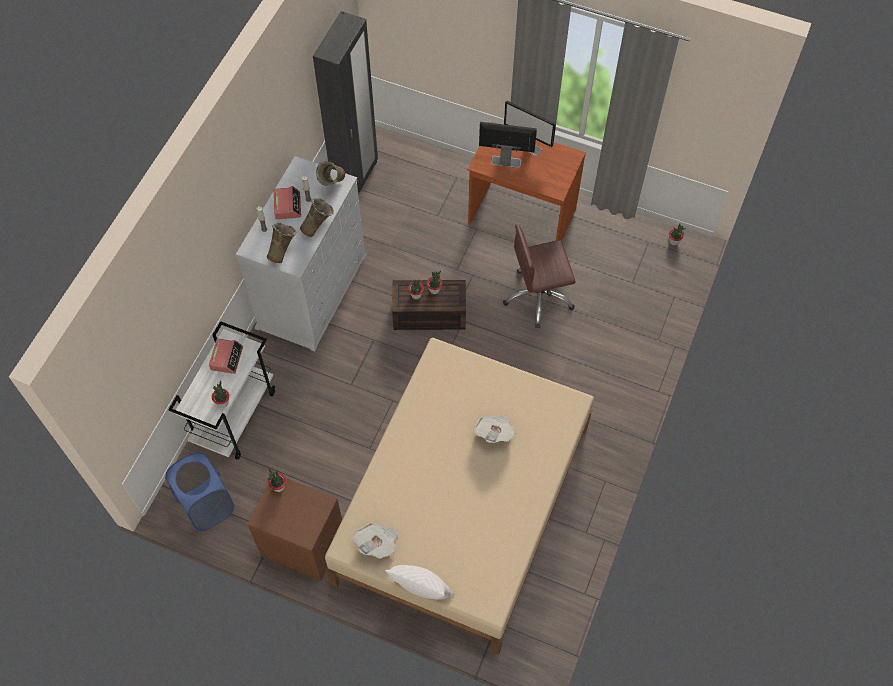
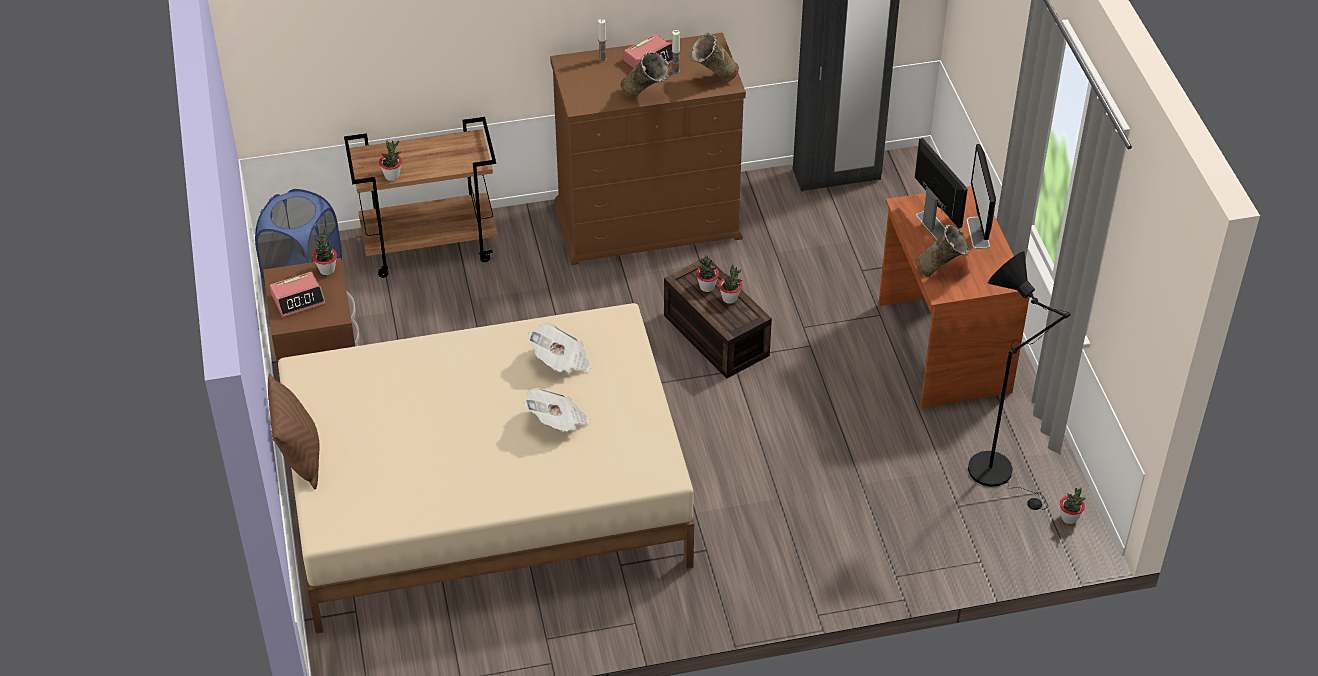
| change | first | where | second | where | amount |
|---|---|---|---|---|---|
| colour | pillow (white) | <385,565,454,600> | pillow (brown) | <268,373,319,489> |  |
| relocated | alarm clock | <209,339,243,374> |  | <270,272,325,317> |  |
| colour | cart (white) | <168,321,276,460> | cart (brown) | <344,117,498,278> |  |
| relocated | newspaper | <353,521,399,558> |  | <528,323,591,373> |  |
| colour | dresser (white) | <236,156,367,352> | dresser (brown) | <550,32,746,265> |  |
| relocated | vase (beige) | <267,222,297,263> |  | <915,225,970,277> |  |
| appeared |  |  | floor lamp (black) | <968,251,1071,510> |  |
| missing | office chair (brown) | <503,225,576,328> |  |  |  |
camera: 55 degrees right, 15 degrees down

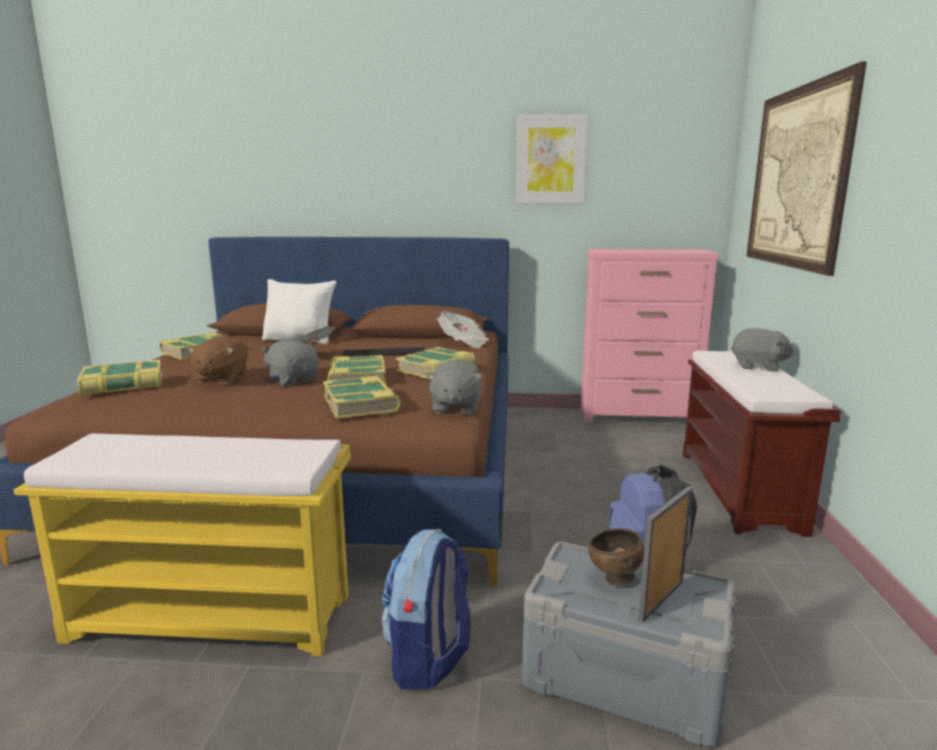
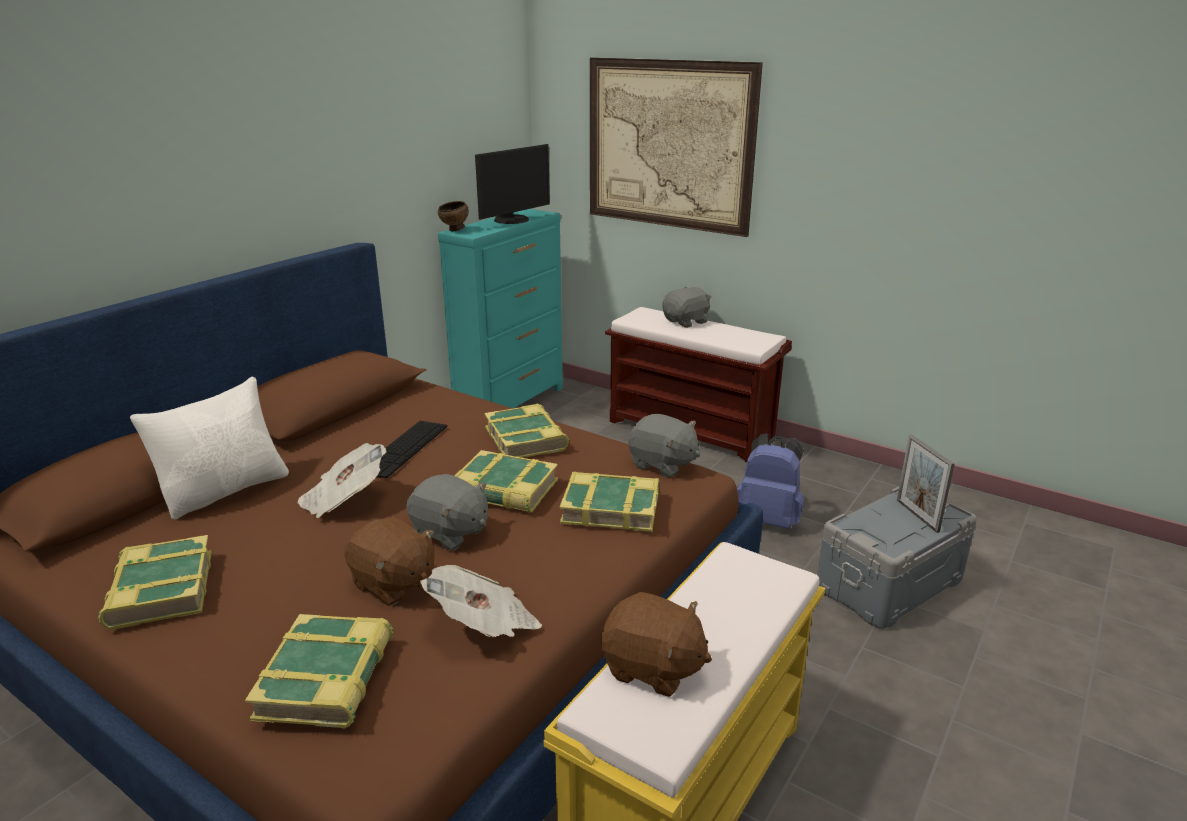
| change | first | where | second | where | amount |
|---|---|---|---|---|---|
| spun | plush toy (grey) | <261,340,319,386> |  | <406,474,488,551> | 135 degrees counterclockwise |
| relocated | newspaper | <437,311,489,348> |  | <420,565,542,637> |  |
| relocated | bowl (brown) | <588,528,645,585> |  | <438,201,469,231> |  |
| colour | dresser (pink) | <581,249,719,423> | dresser (turquoise) | <438,209,563,408> |  |
| appeared |  |  | monitor | <475,144,550,224> |  |
| appeared |  |  | plush toy (brown) | <601,592,712,697> |  |
| missing | backpack | <381,529,471,690> |  |  |  |
| missing | picture | <516,114,588,204> |  |  |  |
camera: 60 degrees left, 10 degrees up

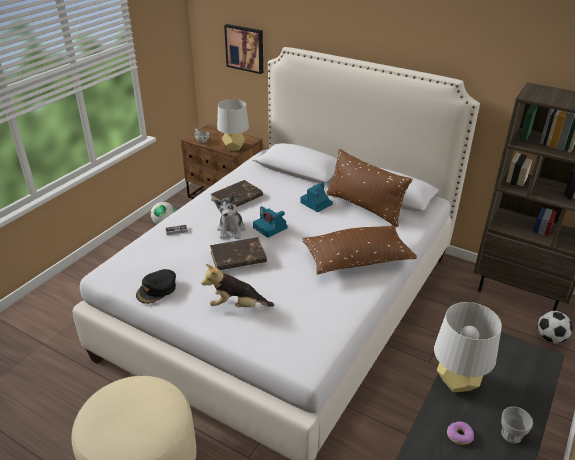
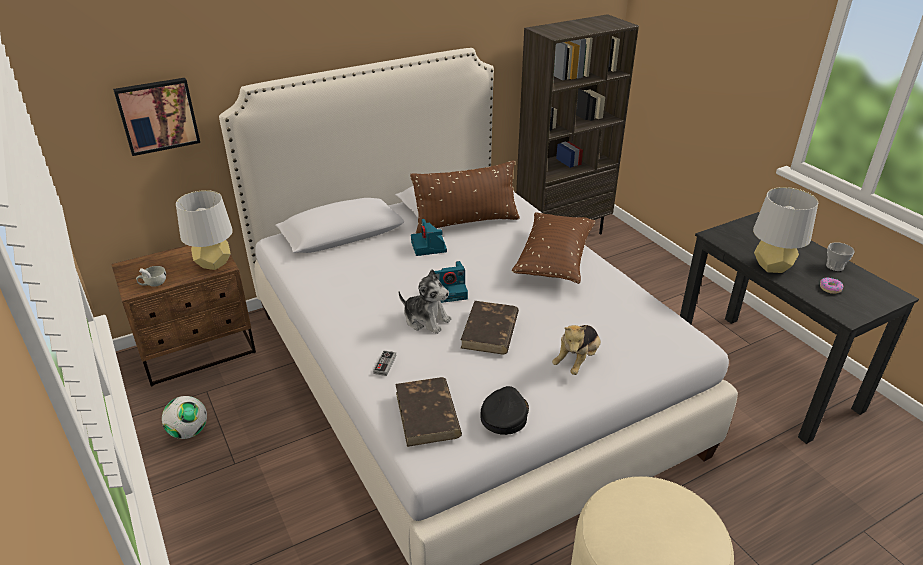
| change | first | where | second | where | amount |
|---|---|---|---|---|---|
| relocated | book (brown) | <211,180,263,207> |  | <395,377,462,447> |  |
| spun | cap (black) | <136,269,176,304> |  | <481,386,529,435> | 135 degrees counterclockwise |
| missing | football | <537,311,573,343> |  |  |  |
camera: 60 degrees left, 0 degrees up

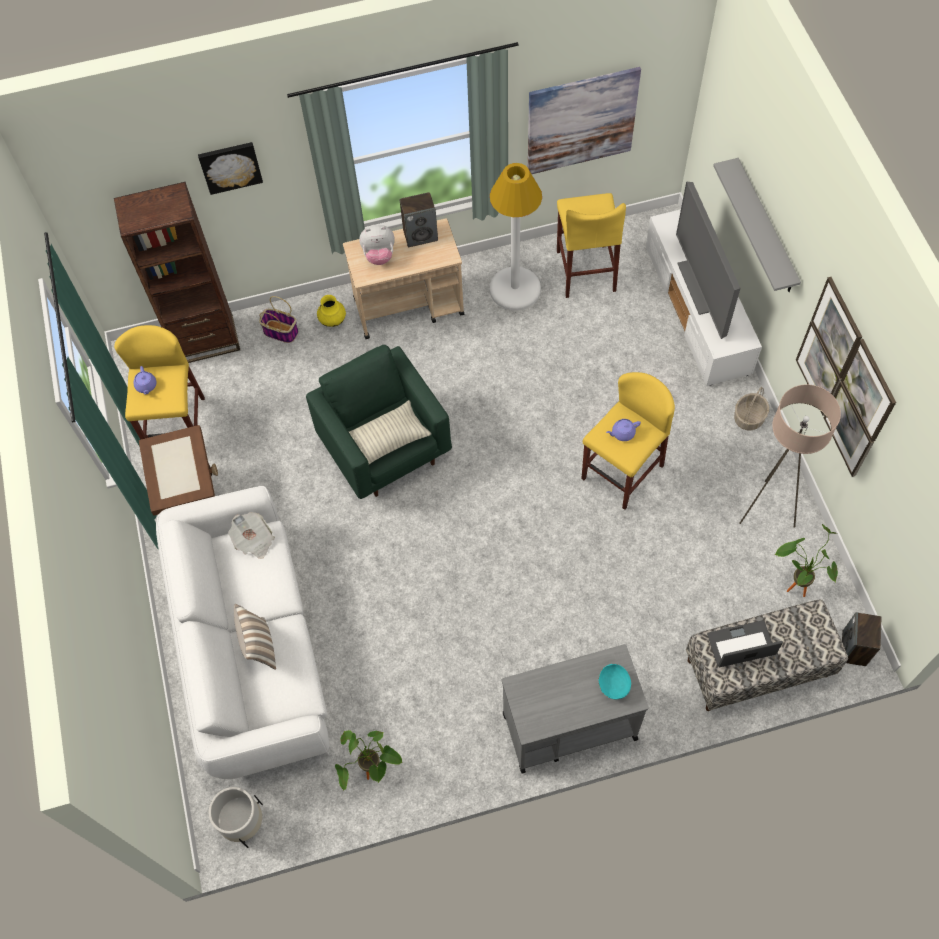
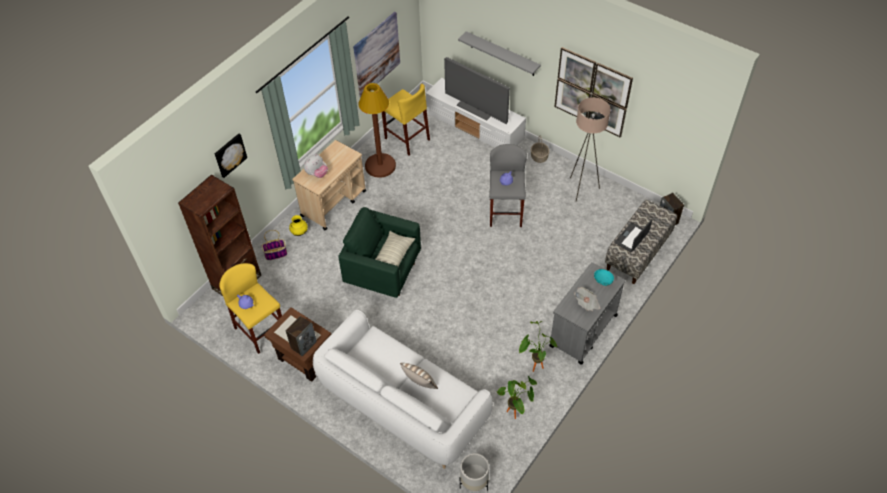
| change | first | where | second | where | amount |
|---|---|---|---|---|---|
| relocated | speaker | <400,192,438,247> |  | <286,316,317,356> |  |
| colour | floor lamp (white) | <490,163,542,311> | floor lamp (brown) | <358,83,396,178> |  |
| colour | stool (yellow) | <581,372,675,510> | stool (grey) | <489,144,527,227> |  |
| relocated | potted plant | <775,524,838,597> |  | <519,321,557,372> |  |
| relocated | newspaper | <228,512,275,559> |  | <574,287,601,311> |  |
camera: 40 degrees left, 10 degrees down

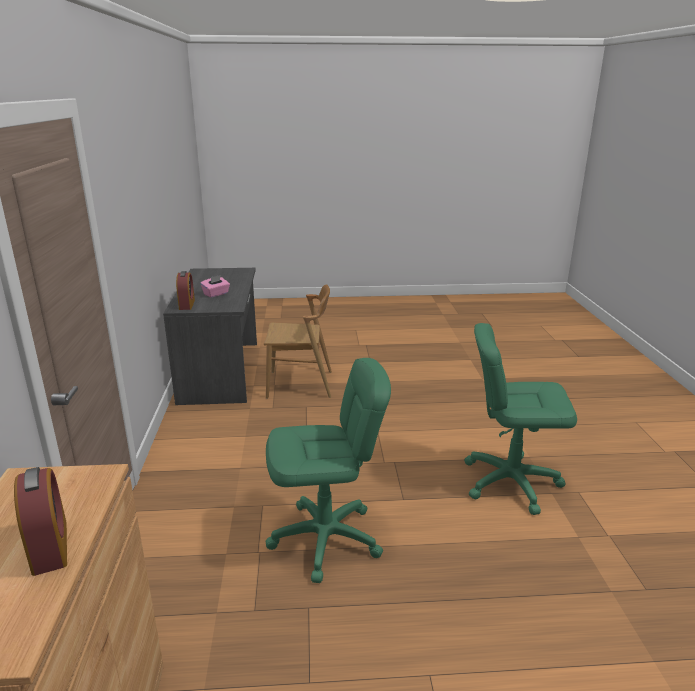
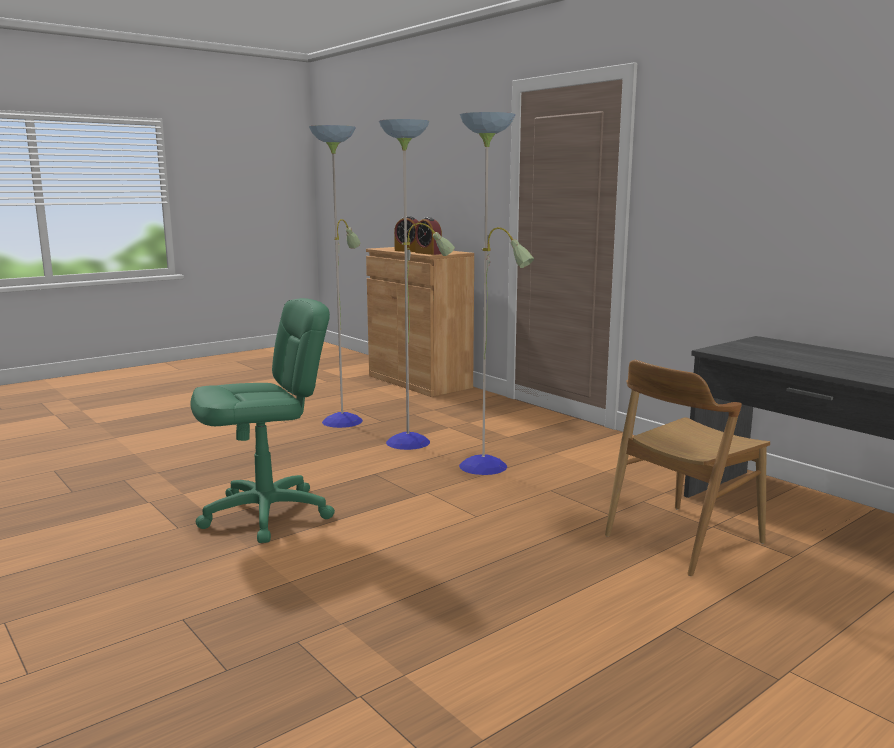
| change | first | where | second | where | amount |
|---|---|---|---|---|---|
| exchanged | office chair (green) | <266,358,391,583> | floor lamp | <309,112,534,475> |  |
| relocated | alarm clock | <176,271,195,310> |  | <415,217,442,255> |  |
| missing | tissue box (pink) | <200,275,230,297> |  |  |  |
camera: 145 degrees right, 10 degrees down

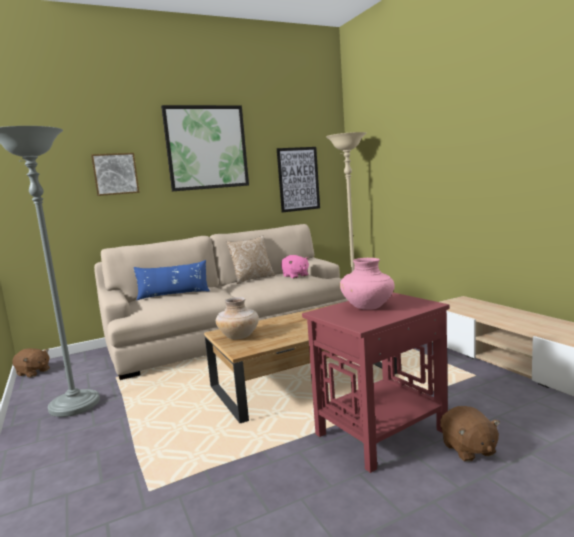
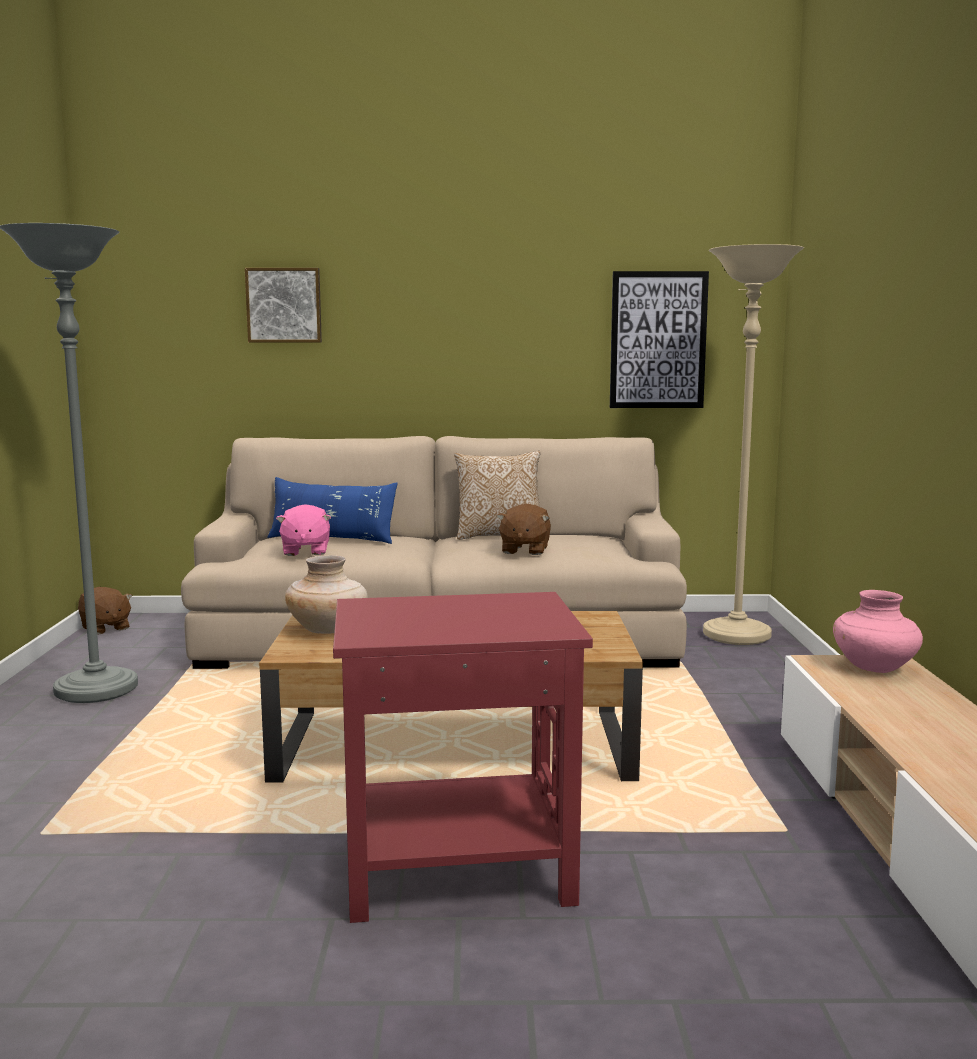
| change | first | where | second | where | amount |
|---|---|---|---|---|---|
| relocated | plush toy (pink) | <281,255,309,278> |  | <276,504,331,556> |  |
| relocated | plush toy (brown) | <440,406,500,462> |  | <496,504,551,555> |  |
| relocated | vase (pink) | <340,258,395,310> |  | <833,590,923,673> |  |
| missing | picture | <161,105,249,191> |  |  |  |
camera: 25 degrees right, 0 degrees up

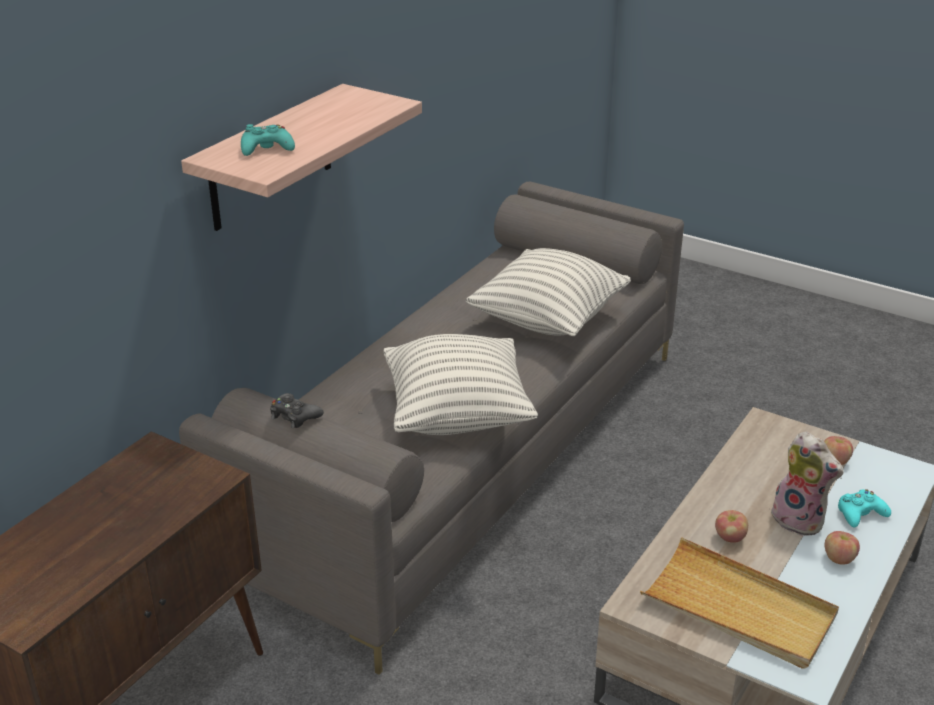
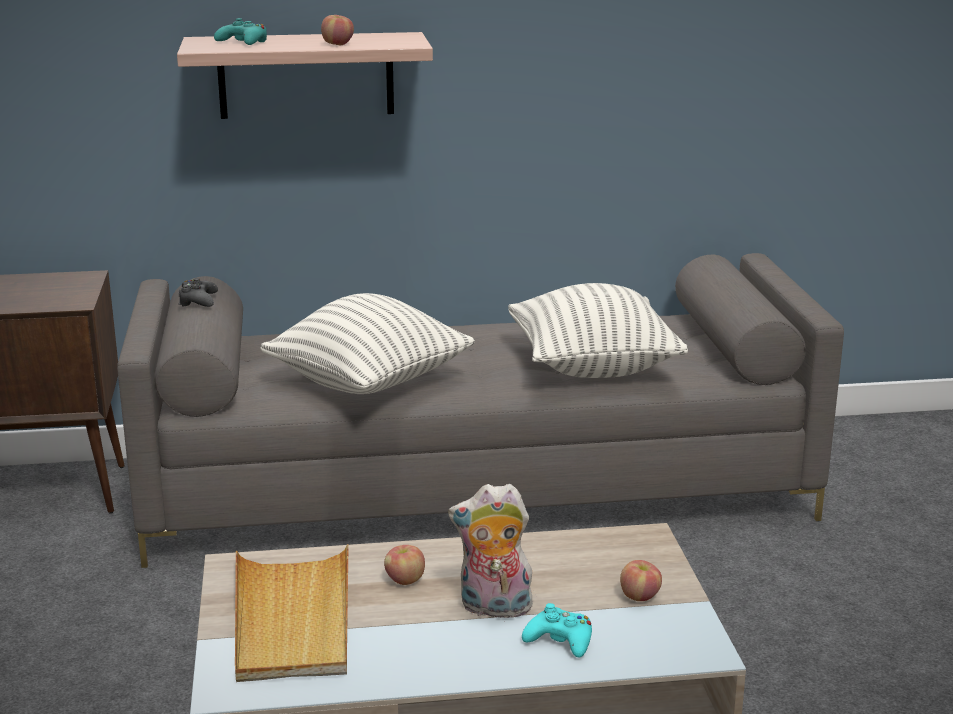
| change | first | where | second | where | amount |
|---|---|---|---|---|---|
| relocated | apple | <824,531,860,565> |  | <321,15,354,45> |  |
| spun | plush toy | <771,431,844,536> |  | <448,484,533,618> | 90 degrees clockwise |
camera: 50 degrees right, 10 degrees down

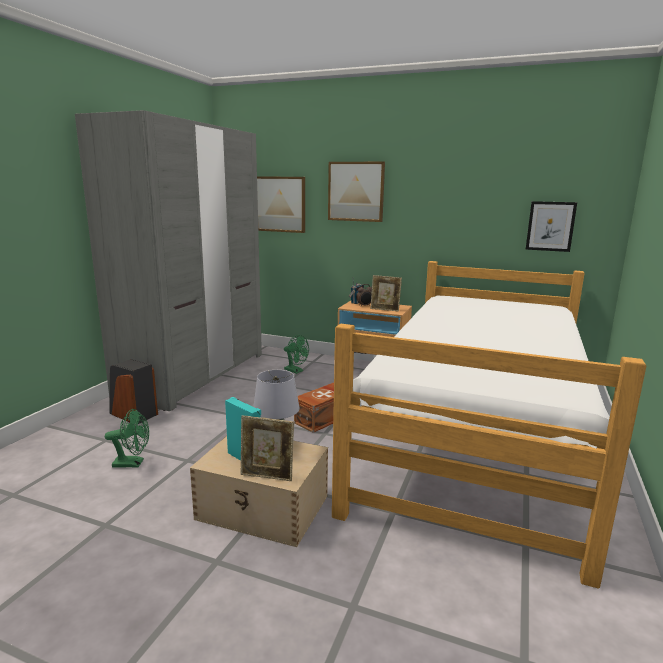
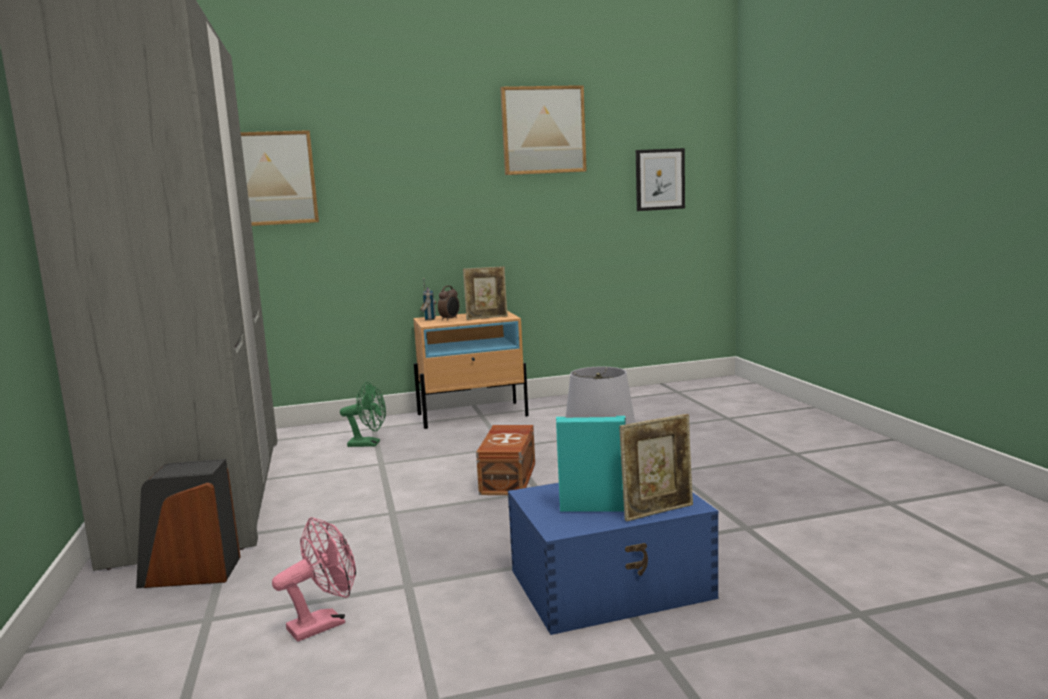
| change | first | where | second | where | amount |
|---|---|---|---|---|---|
| colour | fan (green) | <105,409,149,467> | fan (pink) | <272,517,356,642> |  |
| relocated | picture | <328,162,385,222> |  | <500,85,587,175> |  |
| colour | storage box (beige) | <190,436,328,547> | storage box (blue) | <508,483,718,635> |  |
| missing | bed | <332,261,647,589> |  |  |  |
camera: 35 degrees left, 5 degrees down

